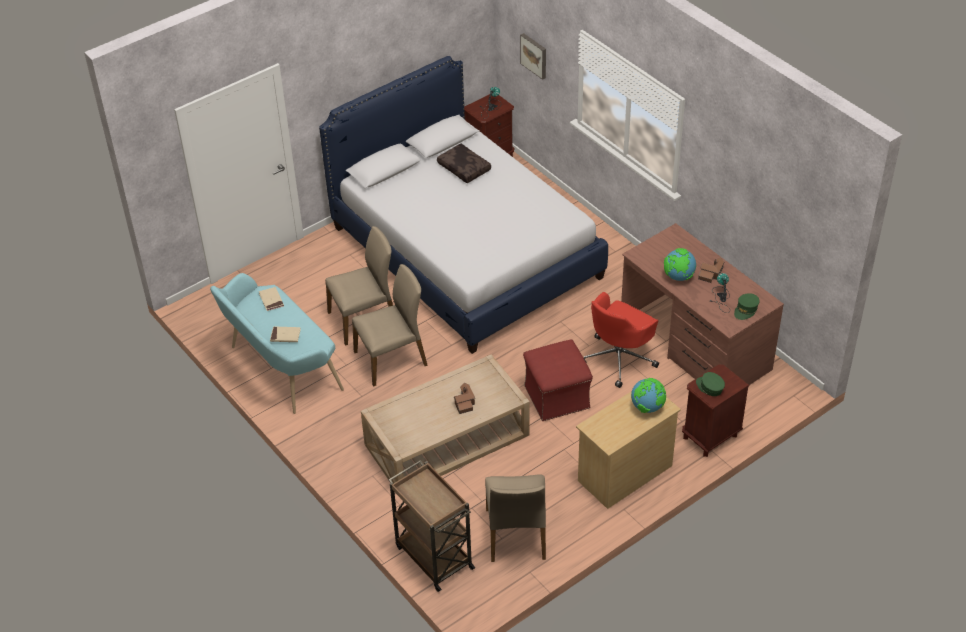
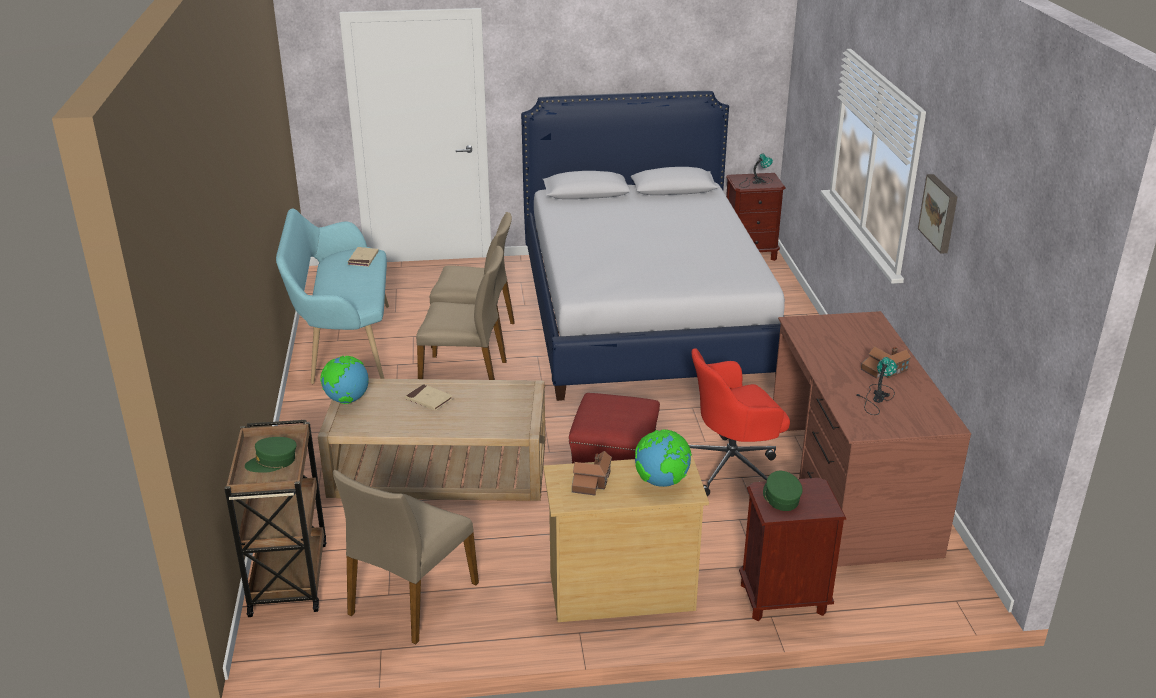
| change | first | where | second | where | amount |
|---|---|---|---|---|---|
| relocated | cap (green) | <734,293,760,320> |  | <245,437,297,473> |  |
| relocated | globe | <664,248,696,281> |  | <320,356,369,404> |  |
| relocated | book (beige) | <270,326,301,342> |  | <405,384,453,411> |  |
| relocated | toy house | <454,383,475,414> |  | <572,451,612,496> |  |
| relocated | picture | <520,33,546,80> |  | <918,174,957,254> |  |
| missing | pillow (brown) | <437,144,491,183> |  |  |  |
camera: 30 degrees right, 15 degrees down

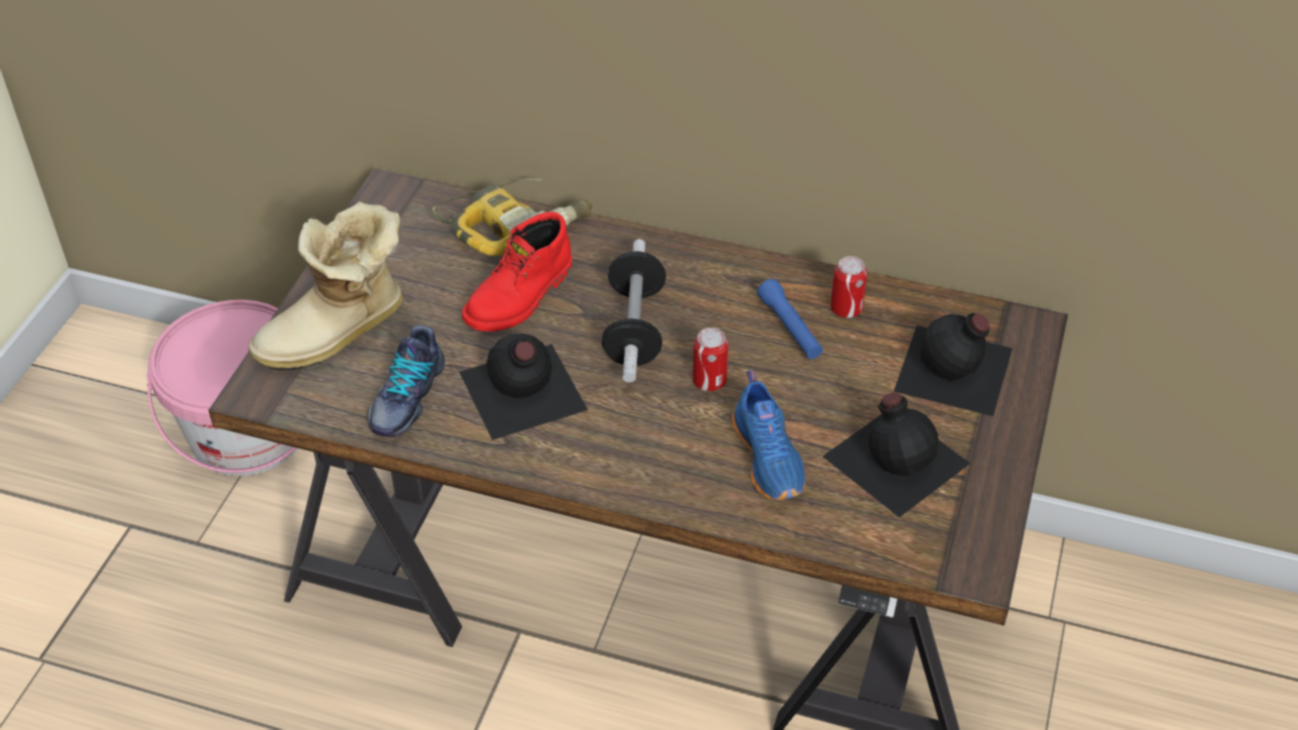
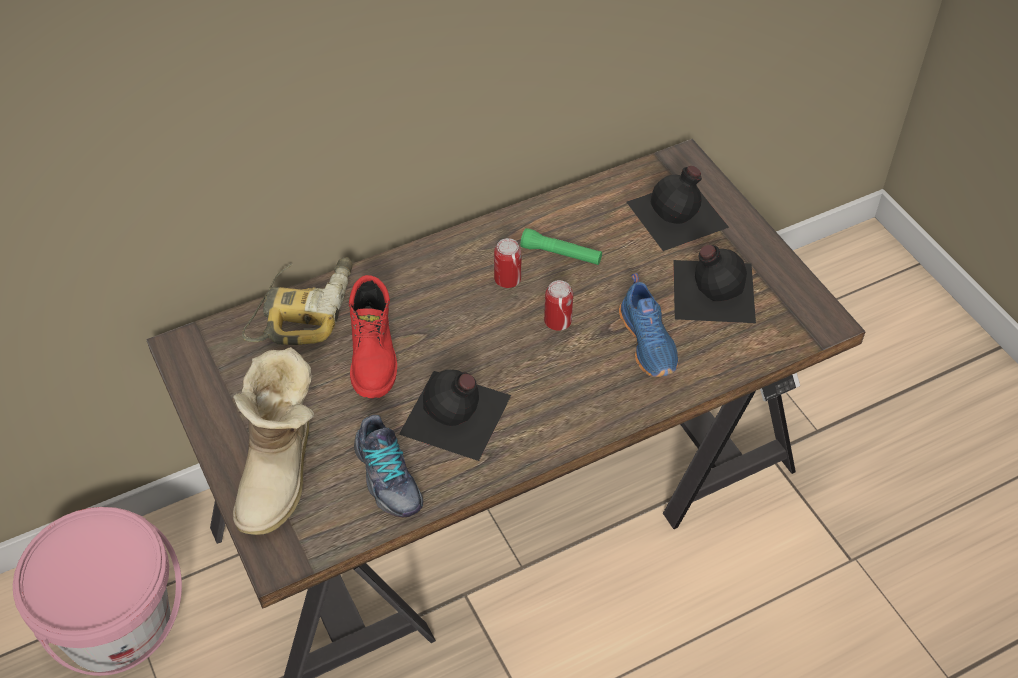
| change | first | where | second | where | amount |
|---|---|---|---|---|---|
| relocated | can | <830,256,867,318> |  | <494,238,521,288> |  |
| colour | flashlight (blue) | <757,279,823,359> | flashlight (green) | <520,228,602,265> |  |
| spun | shoe (blue) | <732,370,806,500> |  | <619,273,678,377> | 45 degrees clockwise |
| missing | dumbbell | <602,239,666,382> |  |  |  |
camera: 45 degrees left, 5 degrees up

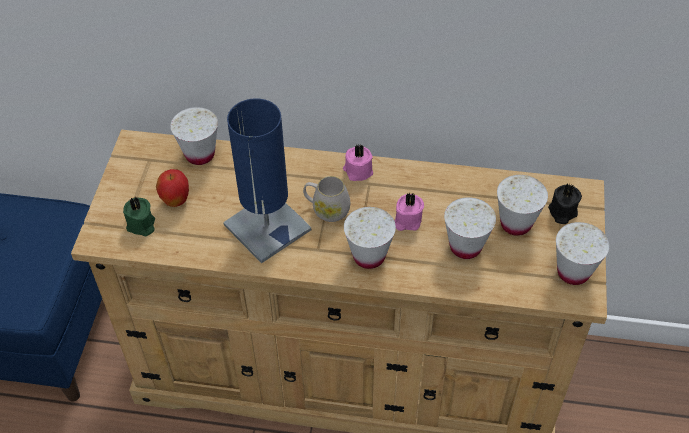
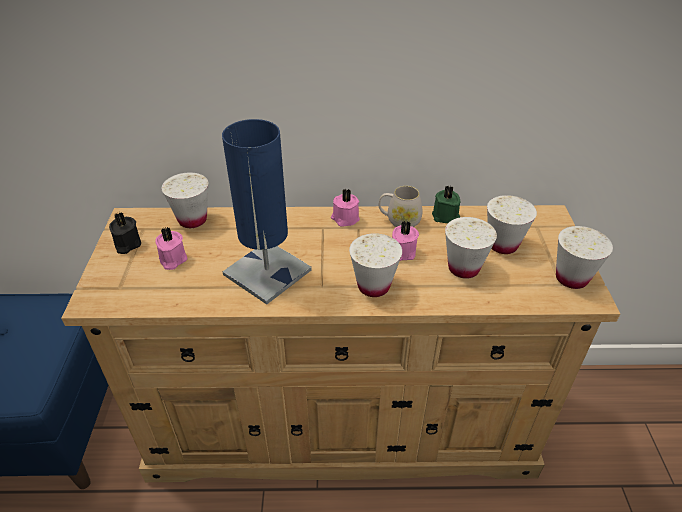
| change | first | where | second | where | amount |
|---|---|---|---|---|---|
| relocated | candle (black) | <548,184,582,224> |  | <109,212,141,254> |  |
| exchanged | apple | <156,169,189,207> | candle (pink) | <155,227,187,270> |  |
| relocated | mug (white) | <303,176,350,222> |  | <379,186,423,227> |  |
| relocated | candle (green) | <123,197,155,236> |  | <432,186,461,223> |  |
camera: 10 degrees left, 10 degrees down

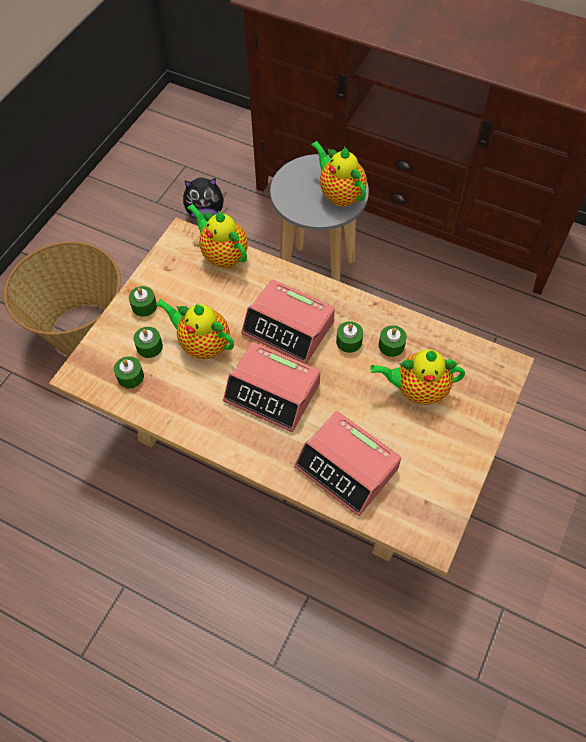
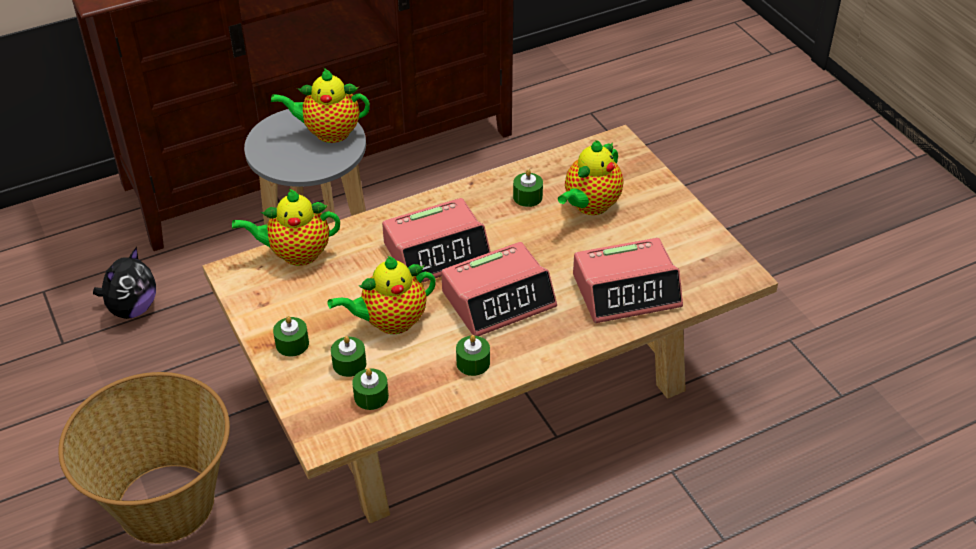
| change | first | where | second | where | amount |
|---|---|---|---|---|---|
| relocated | candle (green) | <336,321,363,353> |  | <456,335,490,376> |  |
camera: 55 degrees left, 15 degrees down

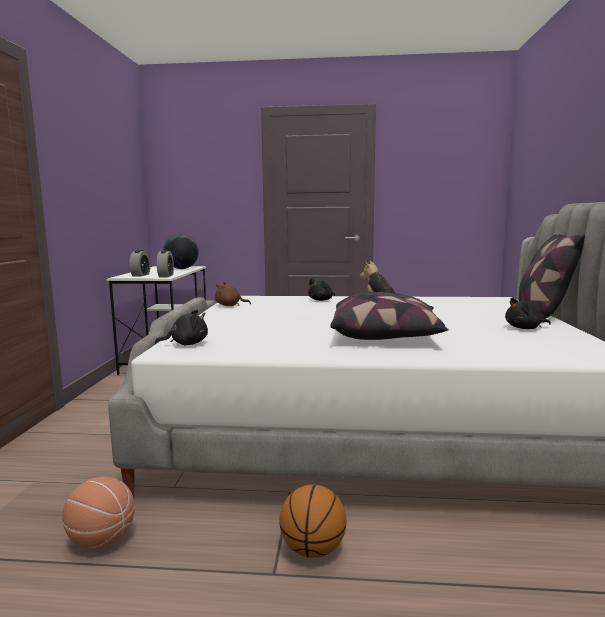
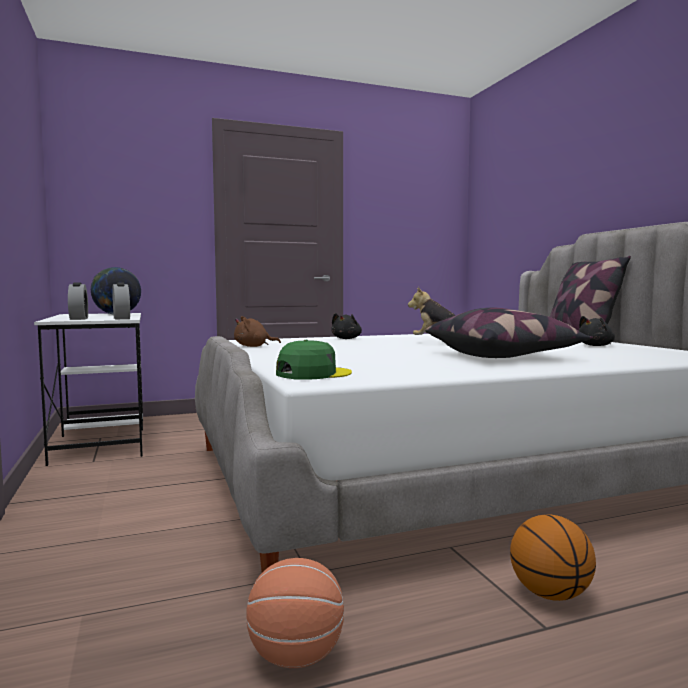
| change | first | where | second | where | amount |
|---|---|---|---|---|---|
| exchanged | plush toy (black) | <155,310,208,345> | cap (green) | <276,340,352,380> |  |
camera: 25 degrees left, 5 degrees down

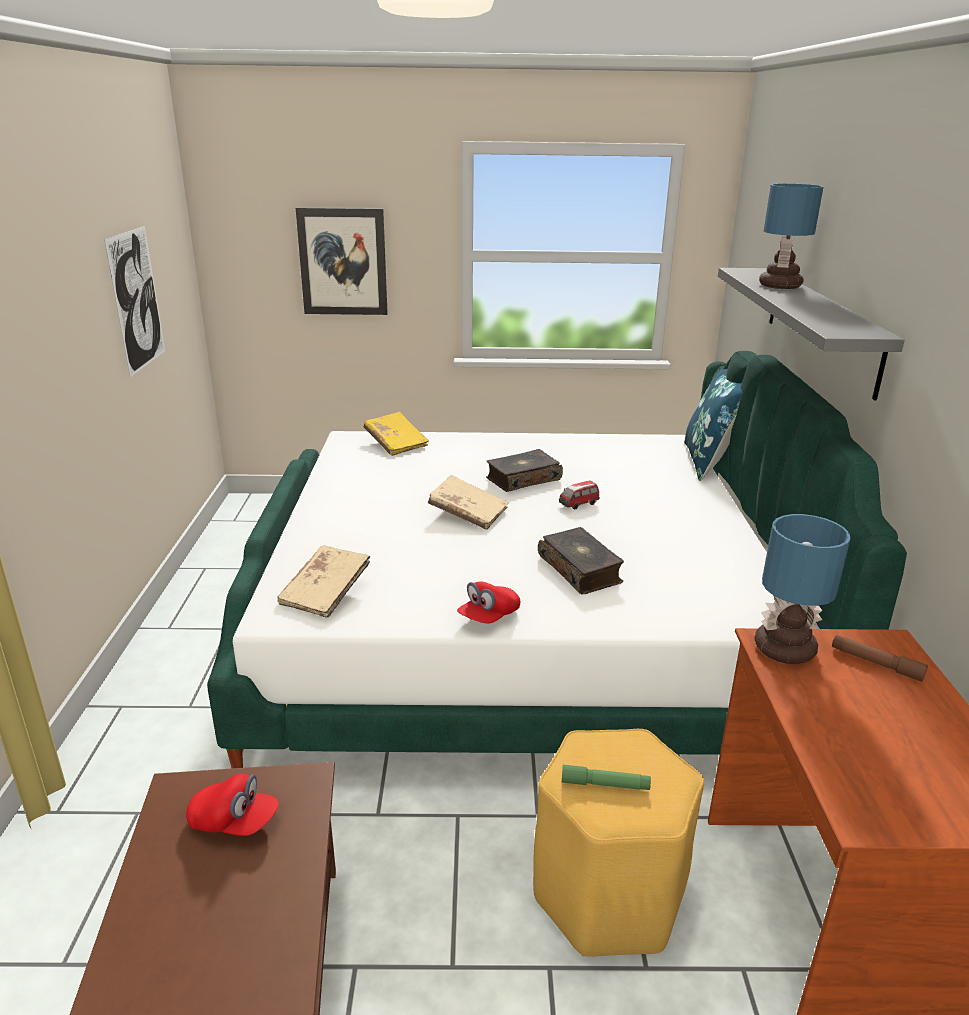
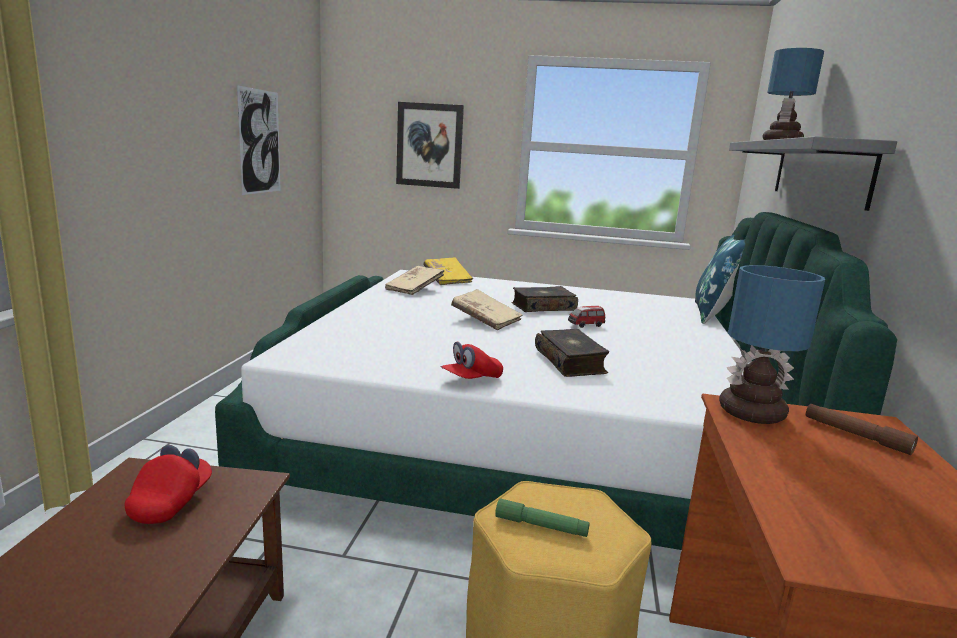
| change | first | where | second | where | amount |
|---|---|---|---|---|---|
| spun | cap (red) | <186,773,279,836> |  | <124,445,212,524> | 105 degrees counterclockwise |
| relocated | book (beige) | <278,545,370,618> |  | <385,266,444,295> |  |
camera: 10 degrees right, 10 degrees down

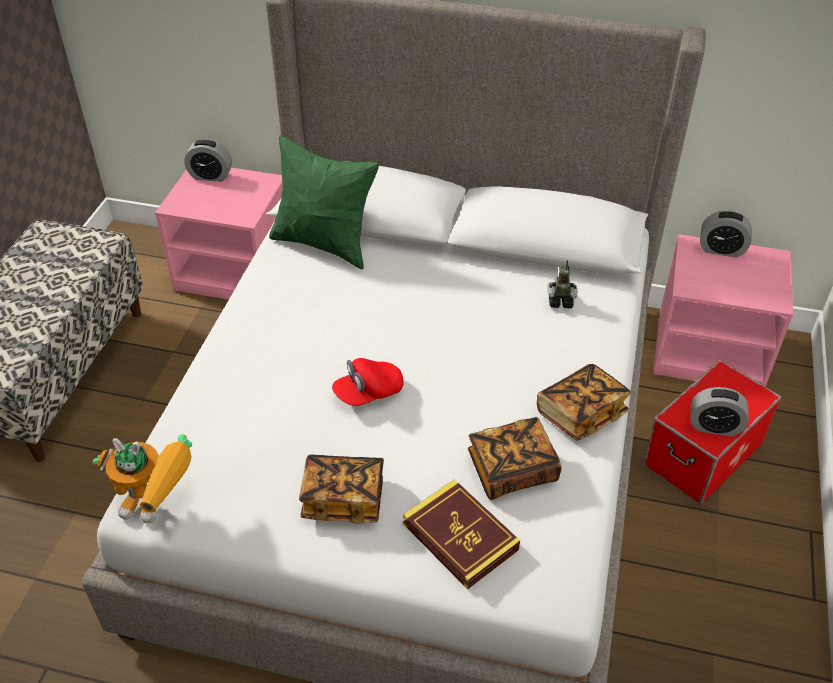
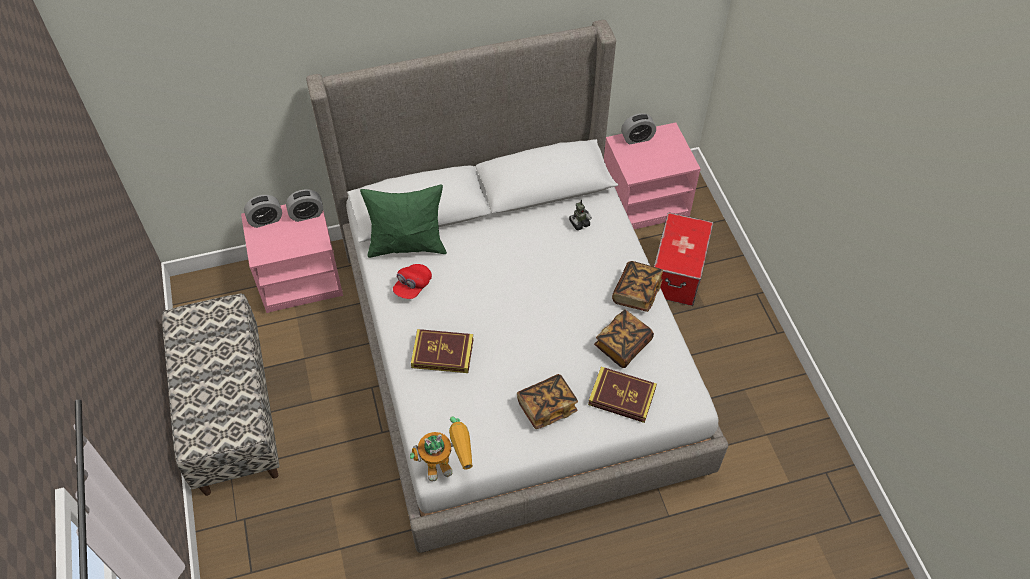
| change | first | where | second | where | amount |
|---|---|---|---|---|---|
| relocated | alarm clock | <690,387,749,437> |  | <286,189,323,222> |  |
| relocated | cap (red) | <332,358,404,406> |  | <393,264,432,299> |  |
| appeared |  |  | book | <411,329,474,373> |  |
camera: 30 degrees left, 10 degrees up

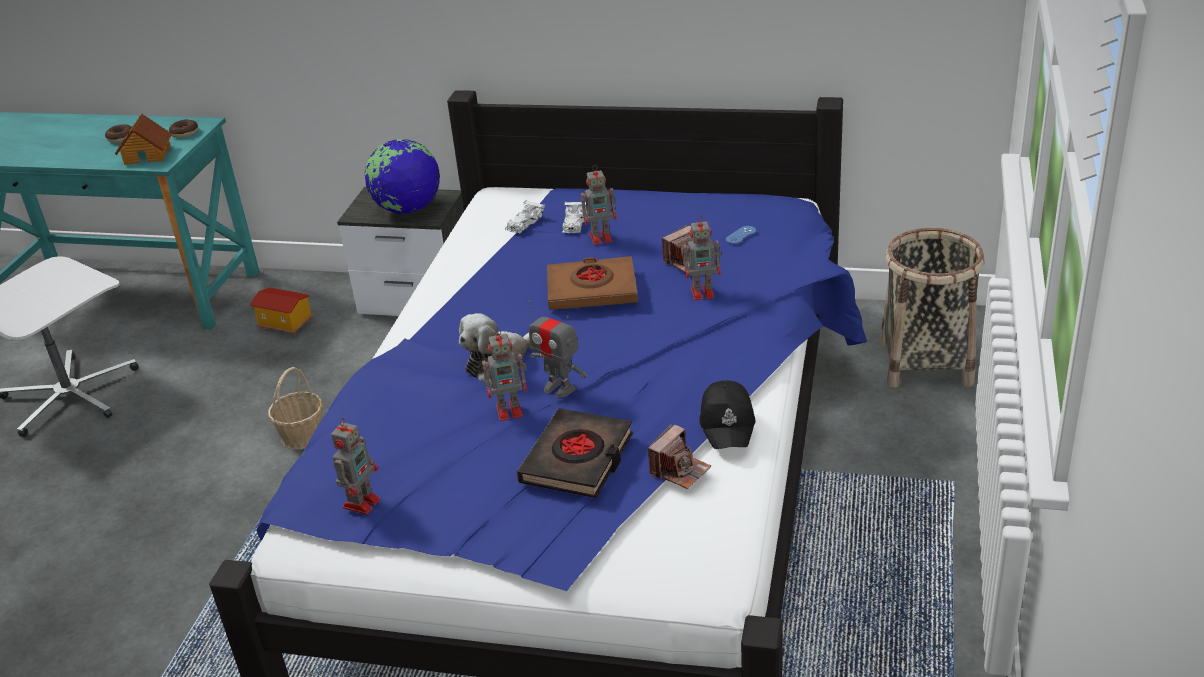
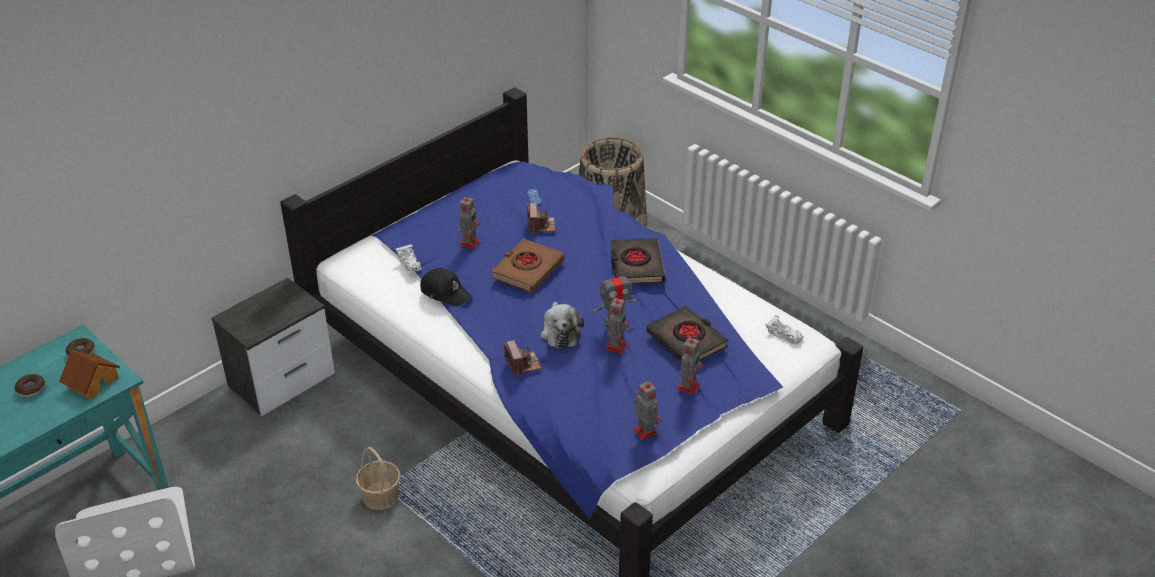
| change | first | where | second | where | amount |
|---|---|---|---|---|---|
| relocated | cap (black) | <699,381,756,449> |  | <420,268,472,306> |  |
| relocated | photo camera | <648,424,711,489> |  | <504,340,541,376> |  |
| appeared |  |  | book (black) | <611,238,665,284> |  |
| relocated | toy robot | <683,215,721,300> |  | <677,335,703,395> |  |
| relocated | toy car (white) | <562,202,586,233> |  | <765,315,804,345> |  |
| missing | toy house | <250,287,314,335> |  |  |  |
| missing | globe | <365,139,440,214> |  |  |  |
camera: 60 degrees left, 5 degrees up

